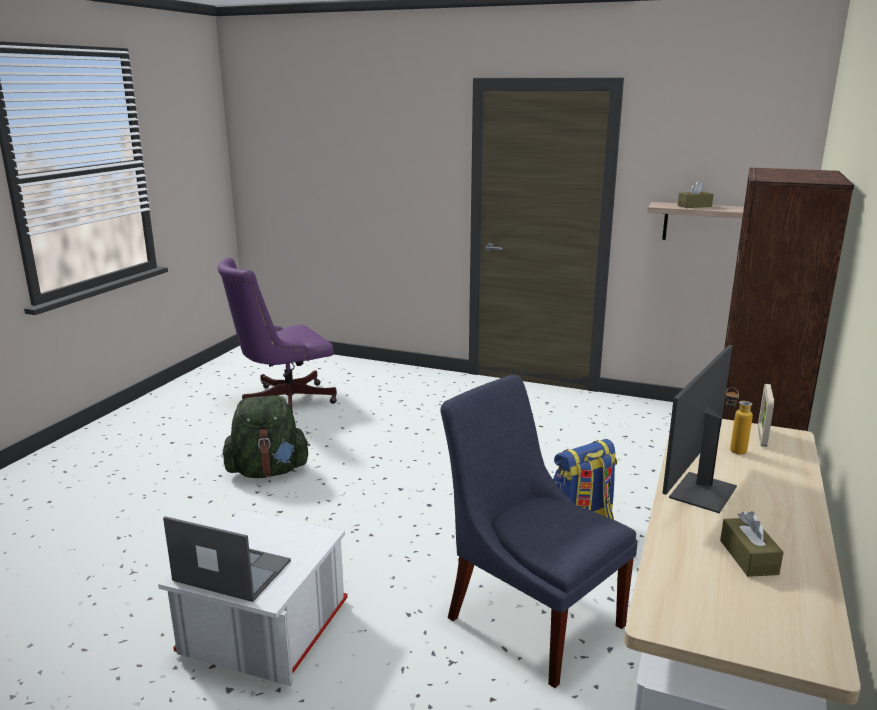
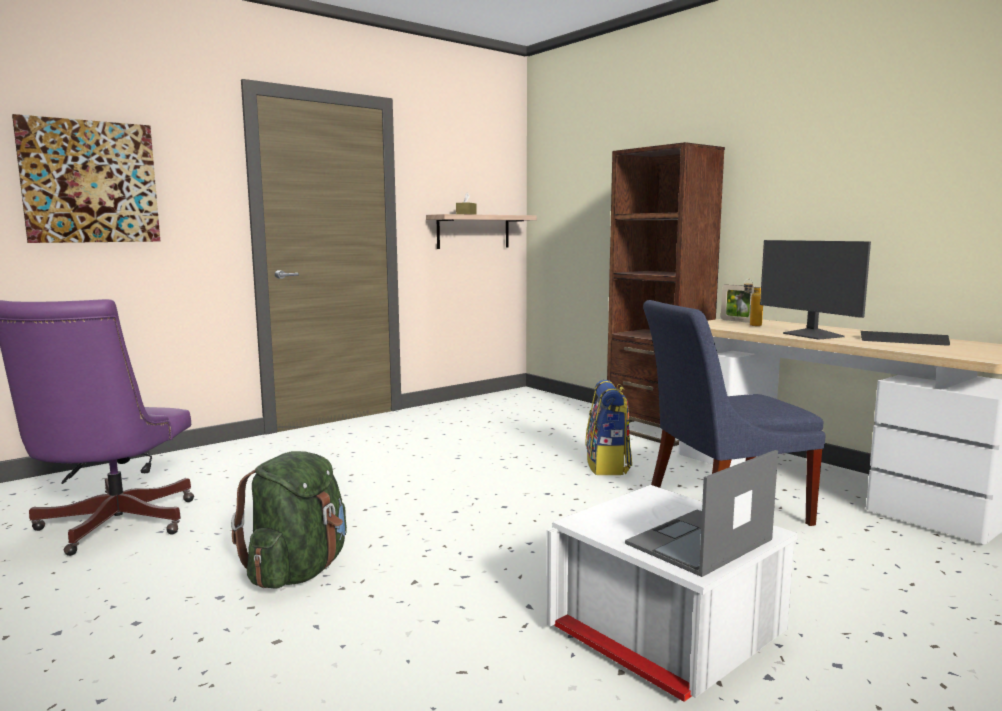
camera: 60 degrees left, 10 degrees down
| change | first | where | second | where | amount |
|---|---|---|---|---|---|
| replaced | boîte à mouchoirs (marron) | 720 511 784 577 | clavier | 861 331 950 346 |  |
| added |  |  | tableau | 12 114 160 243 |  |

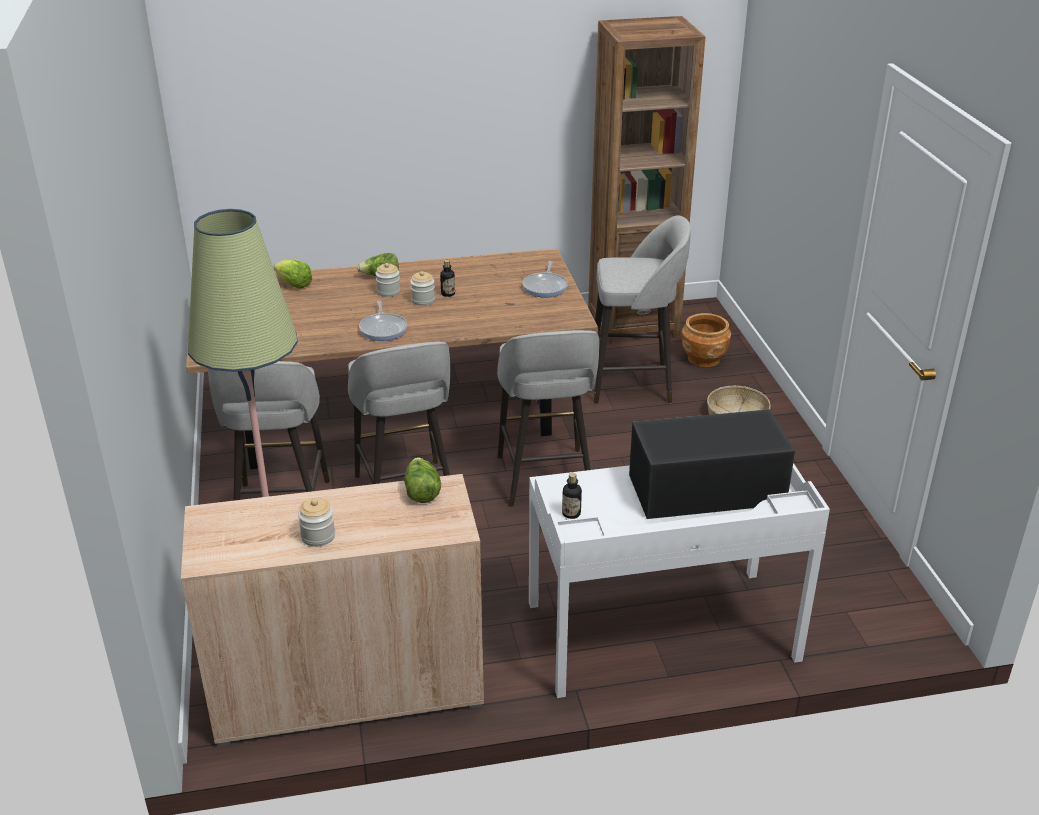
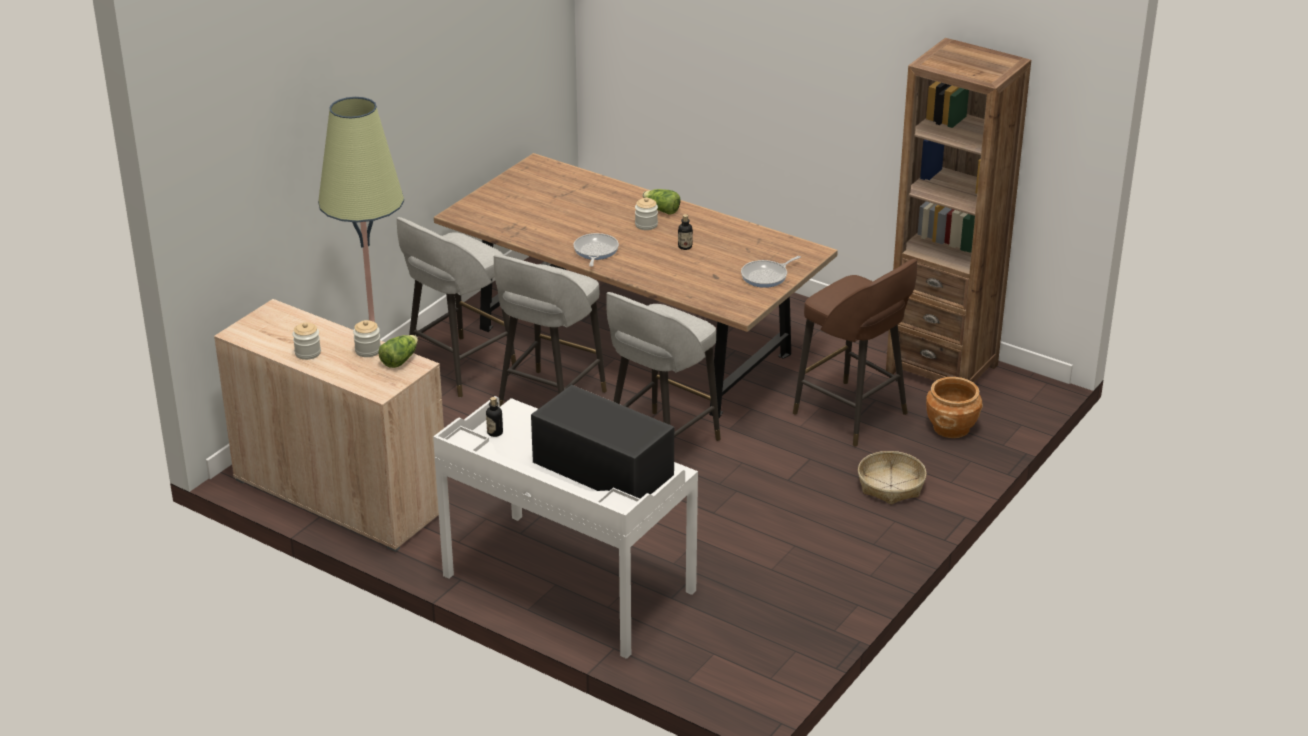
camera: 45 degrees right, 0 degrees up
| change | first | where | second | where | amount |
|---|---|---|---|---|---|
| removed | laitue | 273 260 312 289 |  |  |  |
| turned | poêle | 359 300 407 341 |  | 574 233 619 267 | 150 degrees clockwise |
| moved | bocal | 410 271 435 306 |  | 353 320 381 357 |  |
| recoloured | tabouret (gris) | 594 215 691 404 | tabouret (marron) | 793 259 917 447 |  |

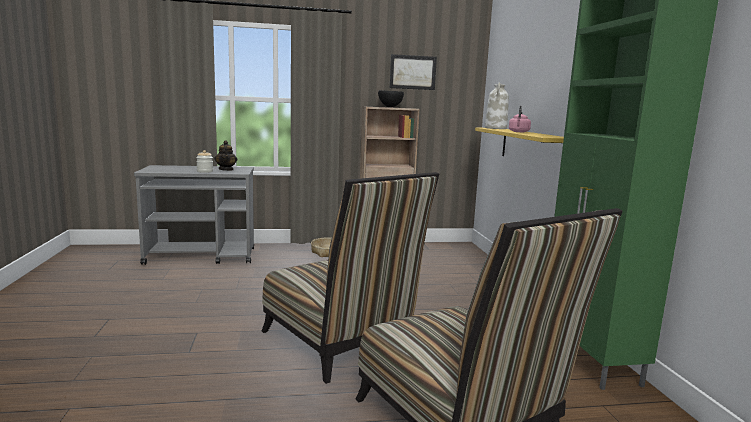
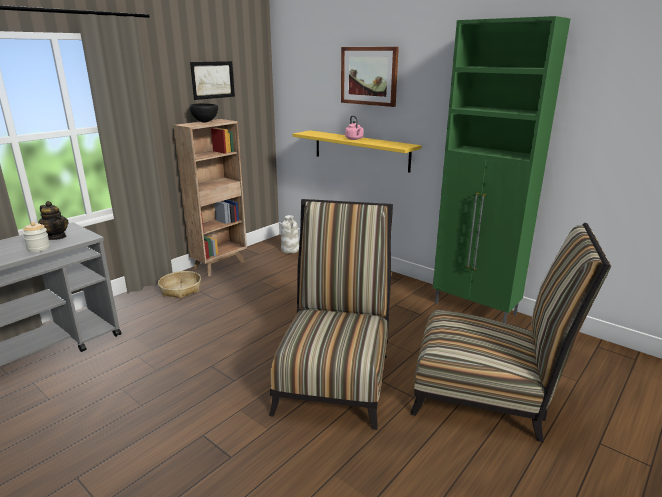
camera: 40 degrees left, 10 degrees up
| change | first | where | second | where | amount |
|---|---|---|---|---|---|
| turned | chaise | 262 172 439 384 |  | 269 199 393 430 | 90 degrees counterclockwise |
| moved | vase (blanc) | 485 82 509 129 |  | 281 215 299 253 |  |
| added |  |  | tableau | 341 47 399 107 |  |

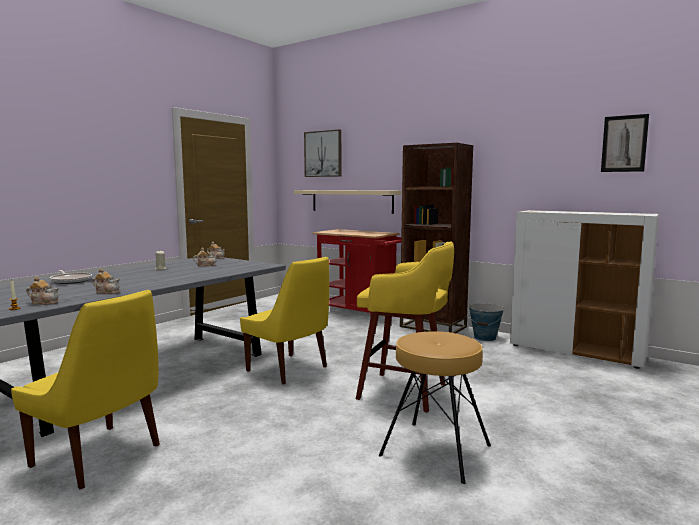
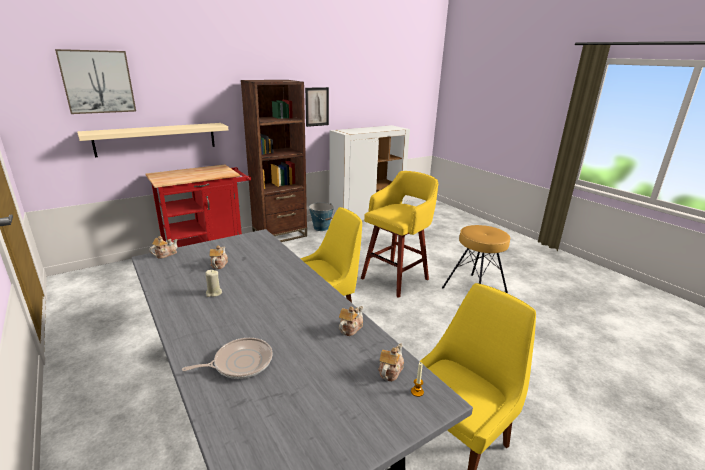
camera: 70 degrees left, 15 degrees up
| change | first | where | second | where | amount |
|---|---|---|---|---|---|
| moved | tableau | 601 114 649 172 |  | 305 87 329 127 |  |

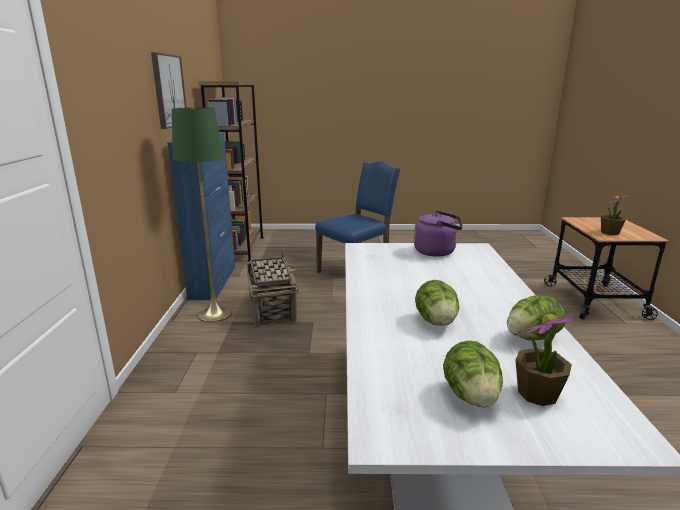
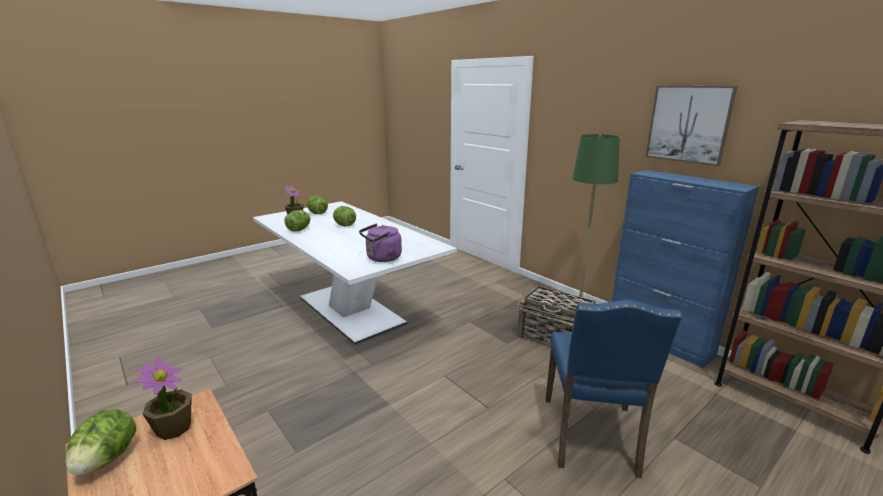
camera: 140 degrees right, 0 degrees up
| change | first | where | second | where | amount |
|---|---|---|---|---|---|
| added |  |  | laitue | 65 409 136 475 |  |

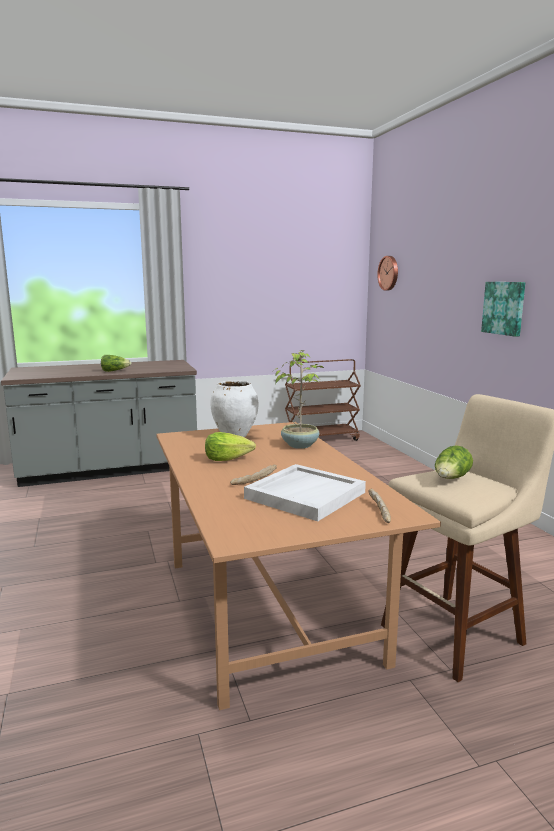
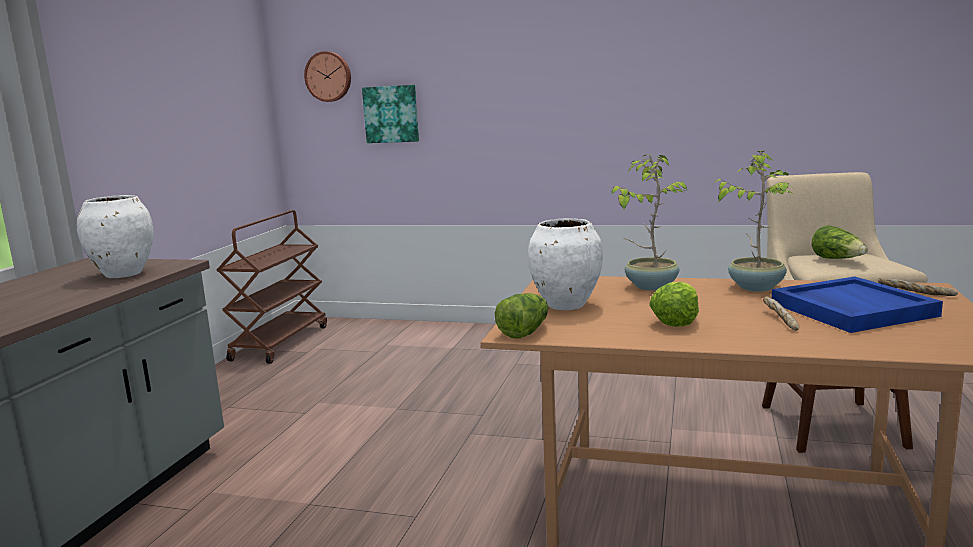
camera: 55 degrees left, 0 degrees up
| change | first | where | second | where | amount |
|---|---|---|---|---|---|
| moved | laitue | 101 355 131 372 |  | 495 293 548 339 |  |
| recoloured | plateau (blanc) | 244 464 366 521 | plateau (bleu) | 772 277 943 333 |  |
| moved | tableau | 481 282 525 337 |  | 362 85 419 143 |  |
| added |  |  | vase (blanc) | 77 195 153 278 |  |
| added |  |  | plante en pot | 713 151 795 292 |  |

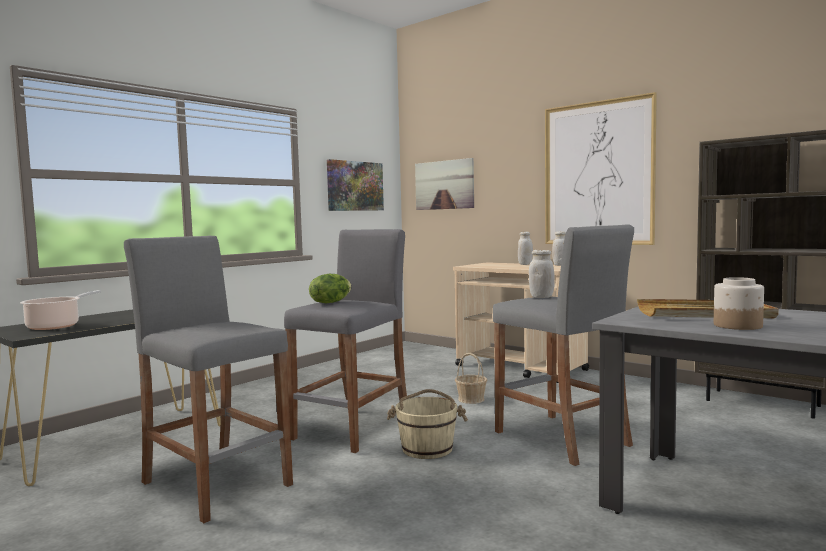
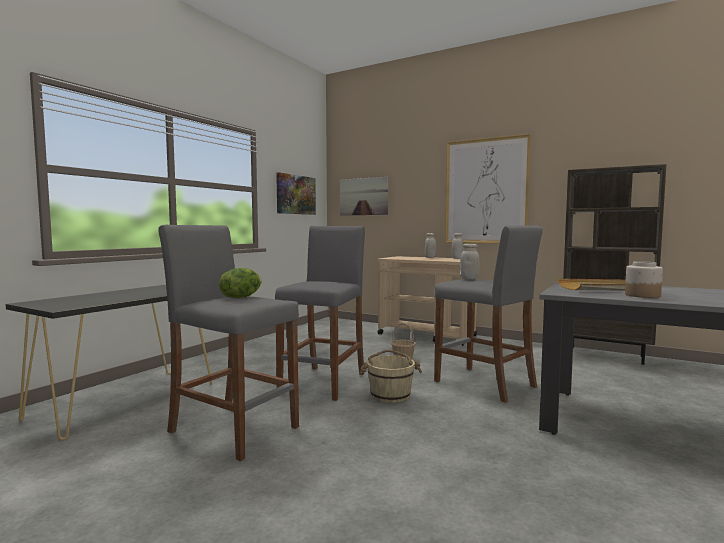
camera: 10 degrees left, 0 degrees up
| change | first | where | second | where | amount |
|---|---|---|---|---|---|
| removed | marmite | 20 290 101 330 |  |  |  |
| moved | laitue | 309 274 351 303 |  | 219 268 262 298 |  |

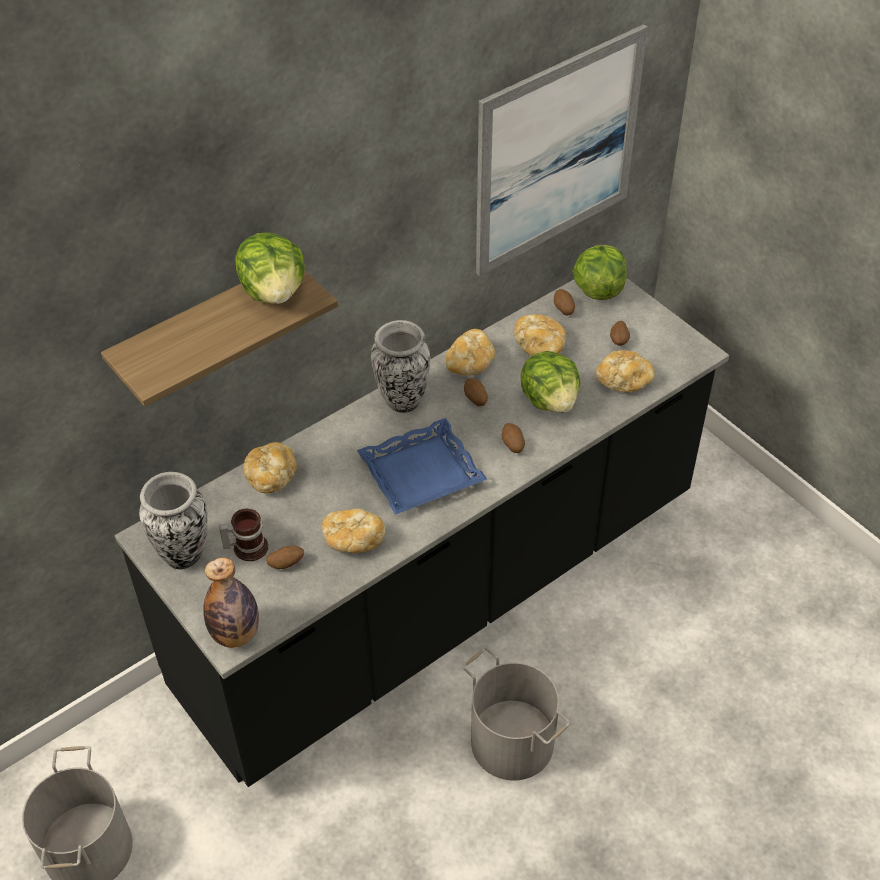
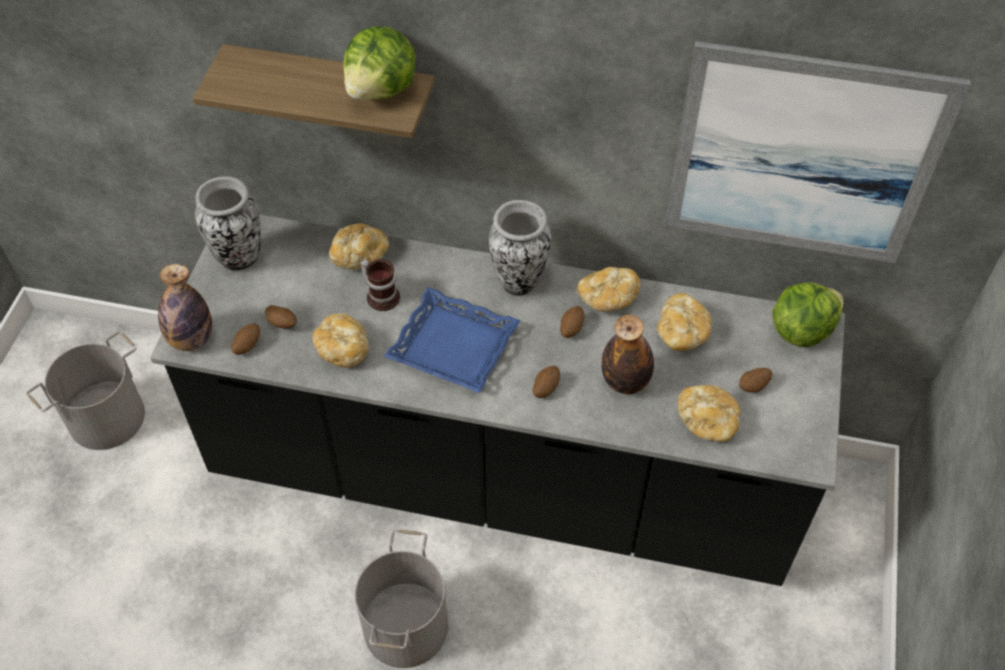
camera: 50 degrees right, 5 degrees up
| change | first | where | second | where | amount |
|---|---|---|---|---|---|
| moved | mug | 219 508 268 561 |  | 360 259 400 311 |  |
| replaced | laitue | 521 351 580 413 | bouteille | 602 315 654 394 |  |
| moved | pomme de terre | 554 289 575 315 |  | 231 323 260 355 |  |

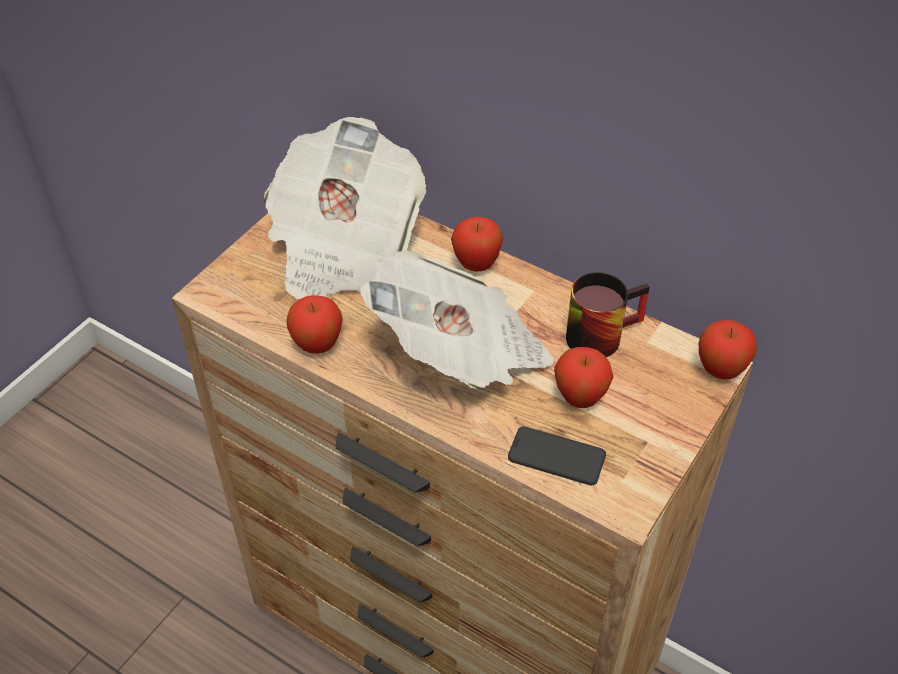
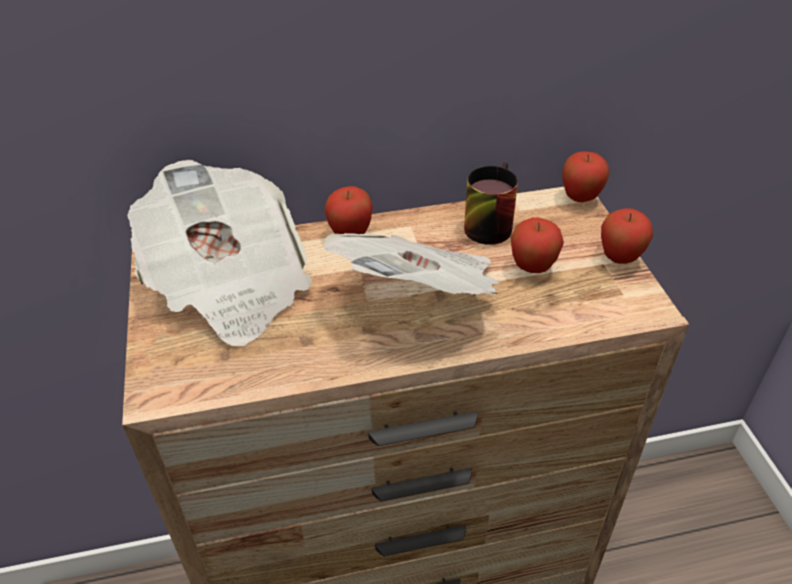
camera: 45 degrees left, 5 degrees down
| change | first | where | second | where | amount |
|---|---|---|---|---|---|
| moved | pomme | 286 295 343 354 |  | 601 208 653 264 |  |
| removed | téléphone | 508 426 606 485 |  |  |  |

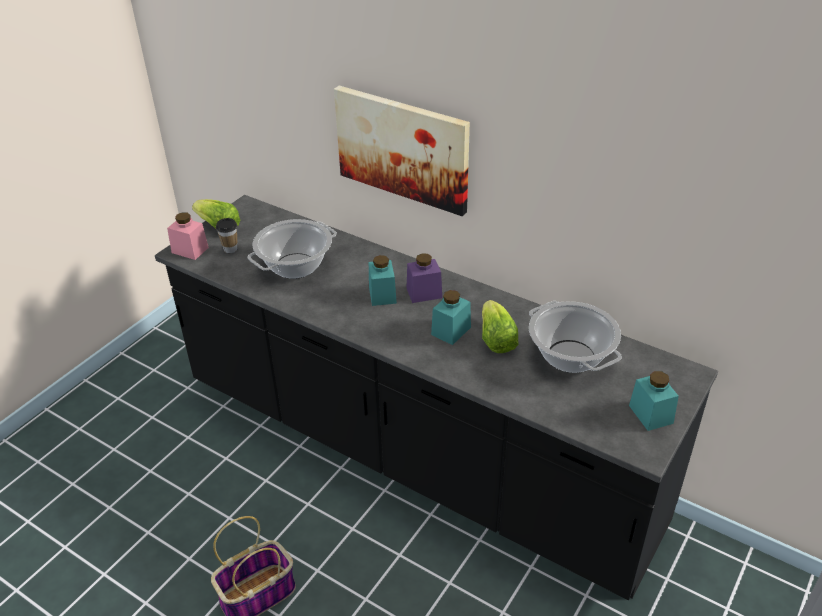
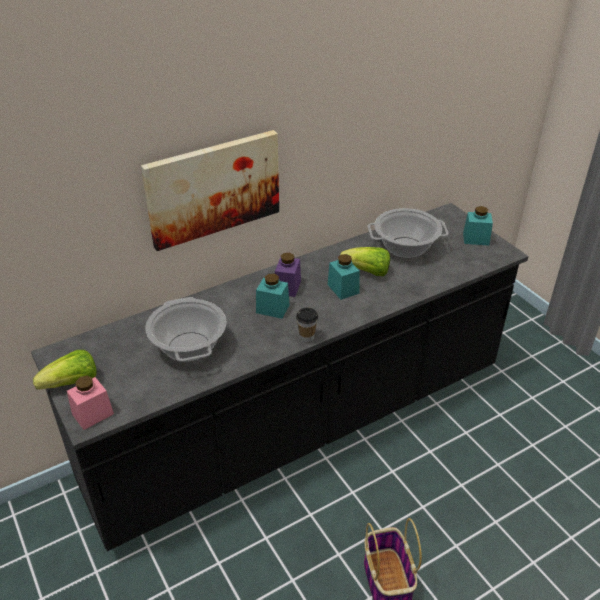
camera: 65 degrees left, 0 degrees up
| change | first | where | second | where | amount |
|---|---|---|---|---|---|
| moved | tasse | 216 218 237 253 |  | 296 307 318 343 |  |

